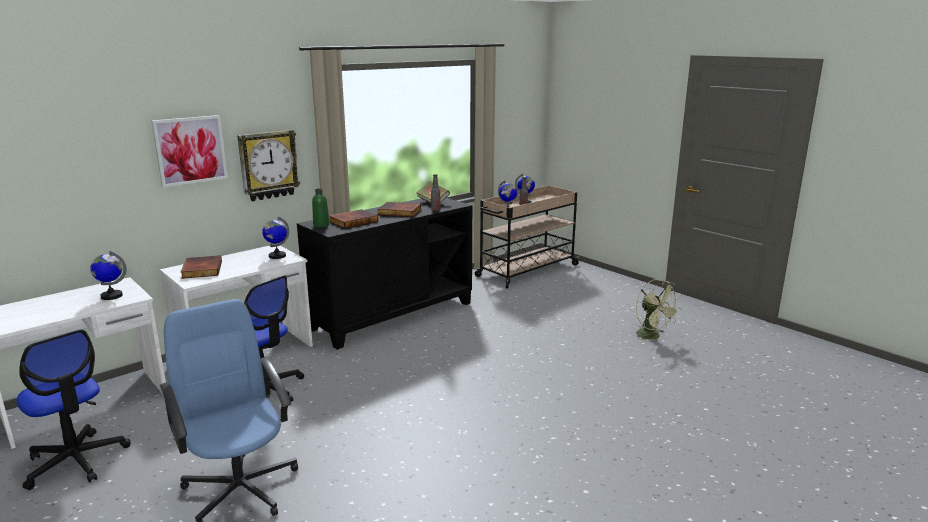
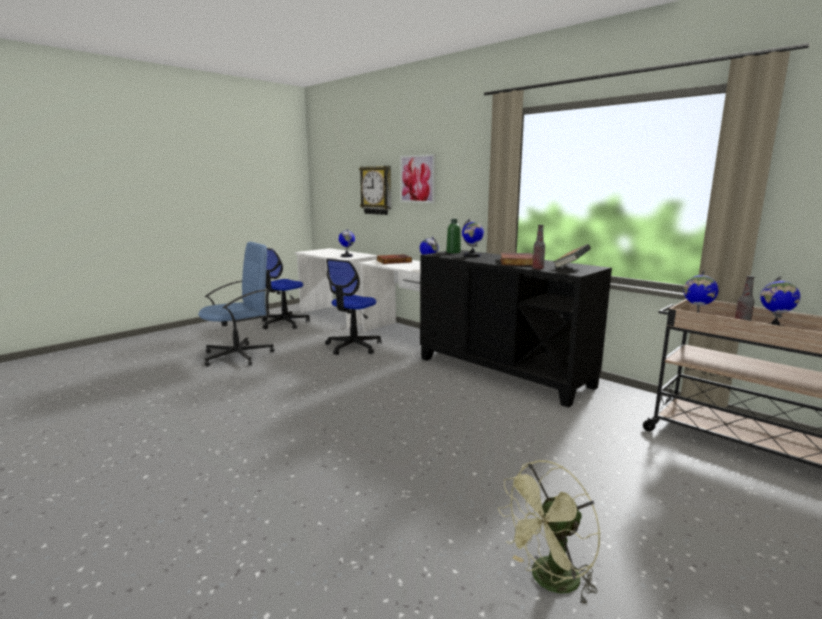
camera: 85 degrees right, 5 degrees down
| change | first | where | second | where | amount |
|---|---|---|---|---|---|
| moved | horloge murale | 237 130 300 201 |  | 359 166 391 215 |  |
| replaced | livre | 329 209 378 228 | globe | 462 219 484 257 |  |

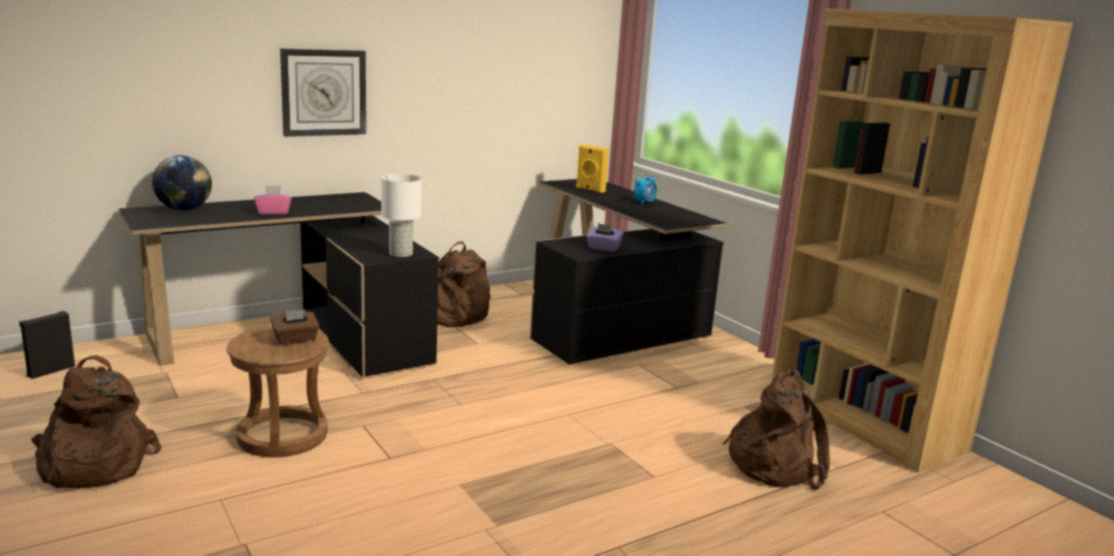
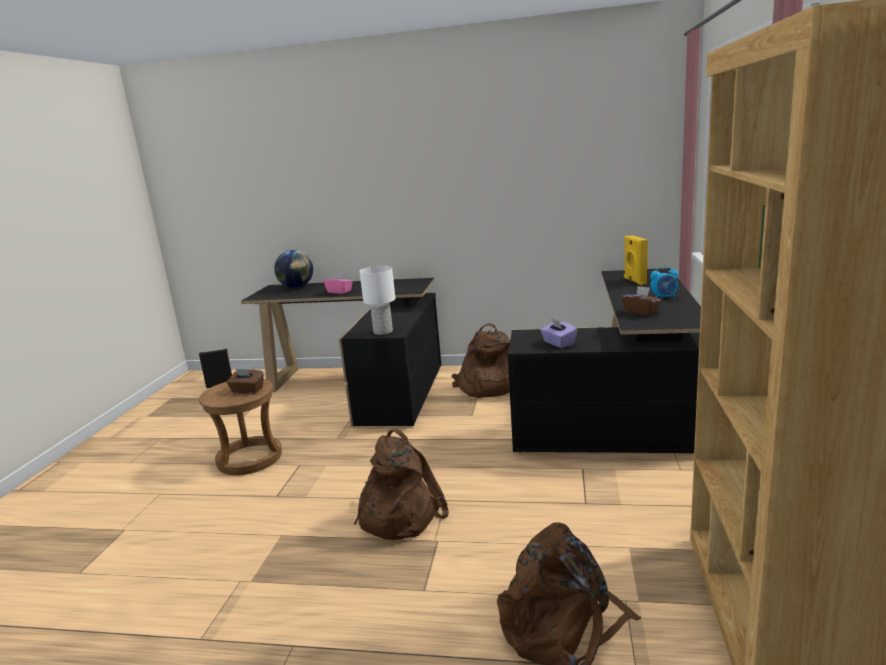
camera: 45 degrees right, 0 degrees up
| change | first | where | second | where | amount |
|---|---|---|---|---|---|
| moved | sac à dos (marron) | 31 355 162 488 |  | 354 429 449 540 |  |
| removed | horloge murale | 280 49 366 137 |  |  |  |
| added |  |  | boîte à mouchoirs (marron) | 622 286 661 316 |  |

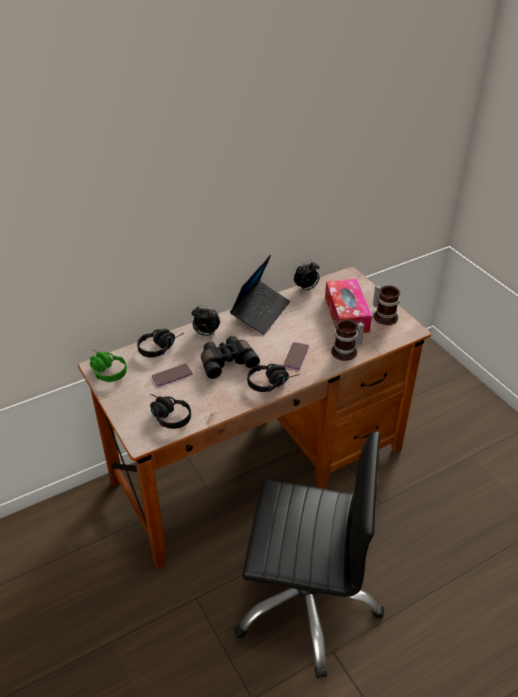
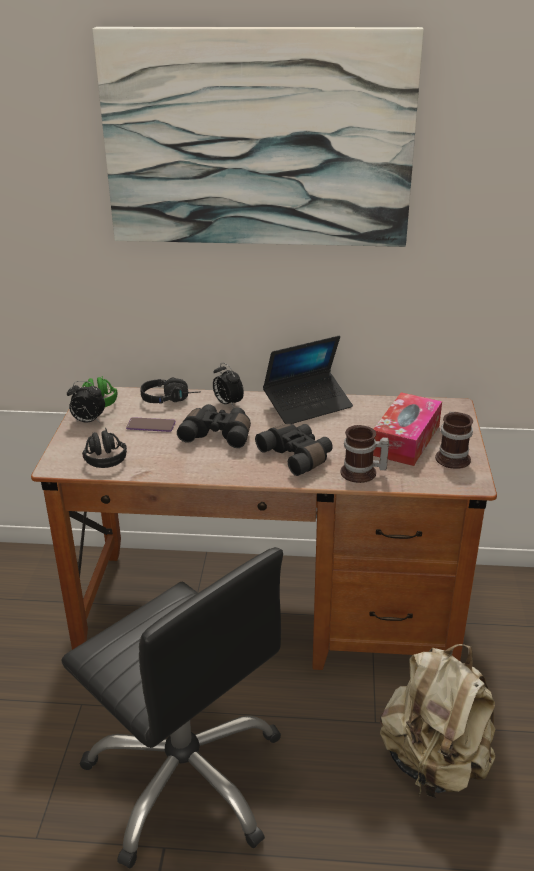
camera: 35 degrees right, 10 degrees down
| change | first | where | second | where | amount |
|---|---|---|---|---|---|
| removed | casque audio (noir) | 247 364 300 392 |  |  |  |
| replaced | téléphone | 283 342 309 369 | jumelles (noir) | 255 423 333 476 |  |
| moved | réveil | 294 260 320 291 |  | 67 381 105 423 |  |
| added |  |  | tableau | 93 27 424 247 |  |
| added |  |  | sac à dos (beige) | 380 644 496 798 |  |

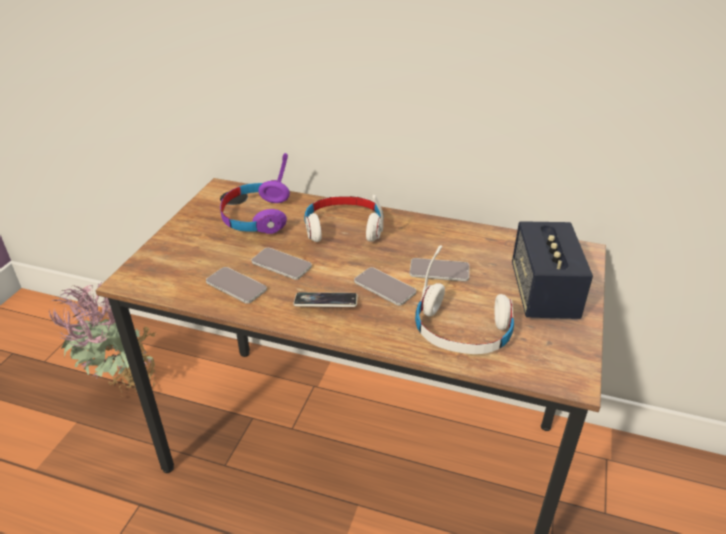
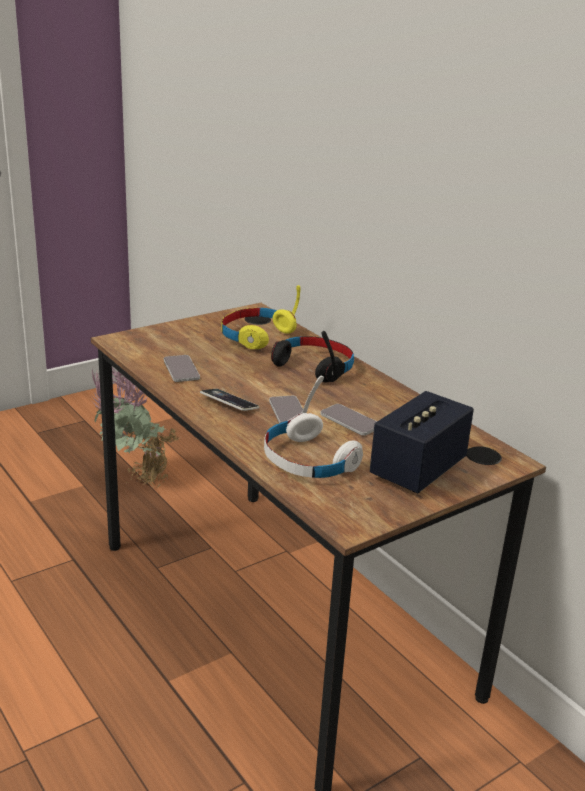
camera: 35 degrees right, 10 degrees down
| change | first | where | second | where | amount |
|---|---|---|---|---|---|
| recoloured | casque audio (violet) | 220 153 290 234 | casque audio (jaune) | 221 285 301 349 |  |
| removed | téléphone | 252 248 312 280 |  |  |  |
| recoloured | casque audio (blanc) | 304 195 384 242 | casque audio (noir) | 271 331 354 383 |  |

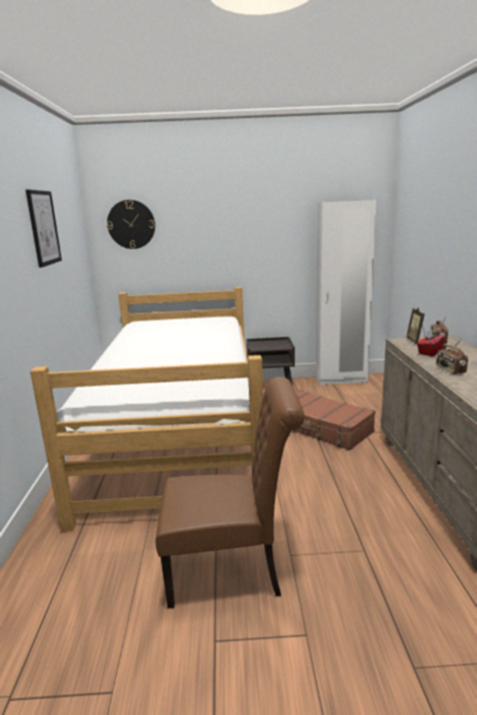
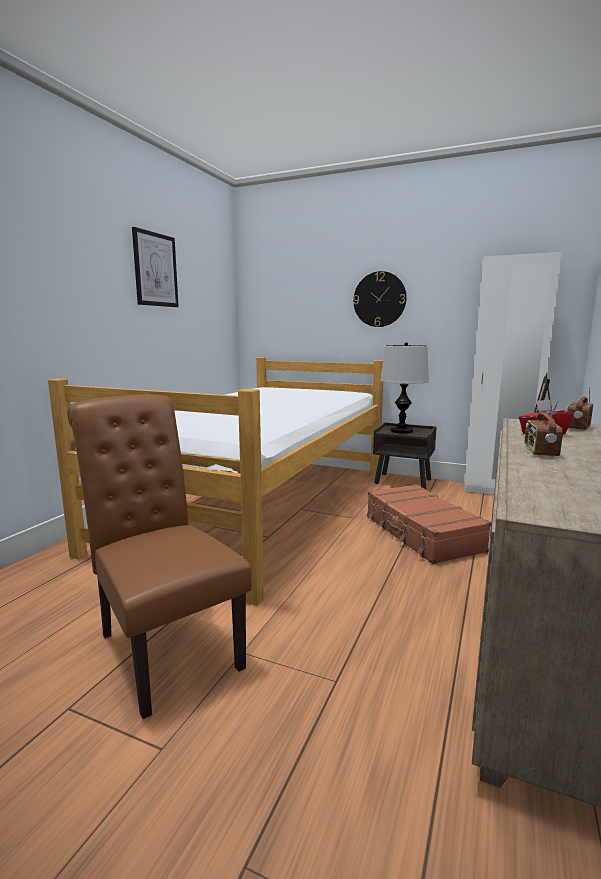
camera: 25 degrees right, 5 degrees down
| change | first | where | second | where | amount |
|---|---|---|---|---|---|
| moved | horloge murale | 107 200 155 249 |  | 353 271 407 327 |  |
| turned | chaise (marron) | 156 377 304 609 |  | 67 395 252 719 | 150 degrees counterclockwise |
| added |  |  | lampe de table | 380 342 429 434 |  |

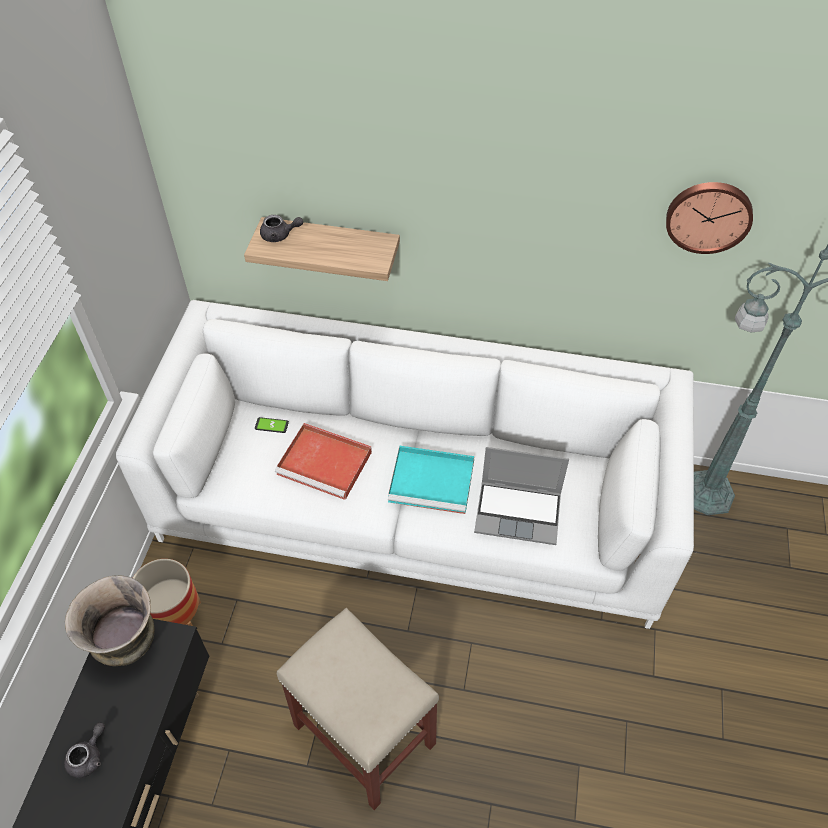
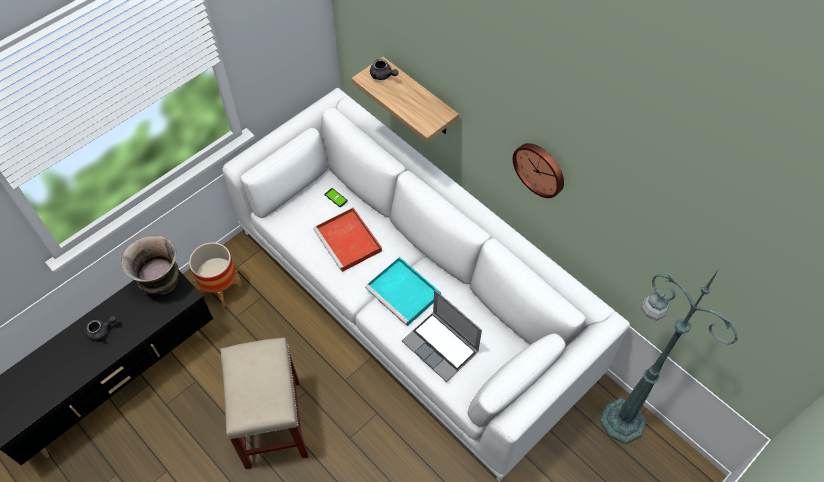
camera: 35 degrees right, 5 degrees up
| change | first | where | second | where | amount |
|---|---|---|---|---|---|
| moved | horloge murale | 666 182 753 254 |  | 513 143 564 198 |  |

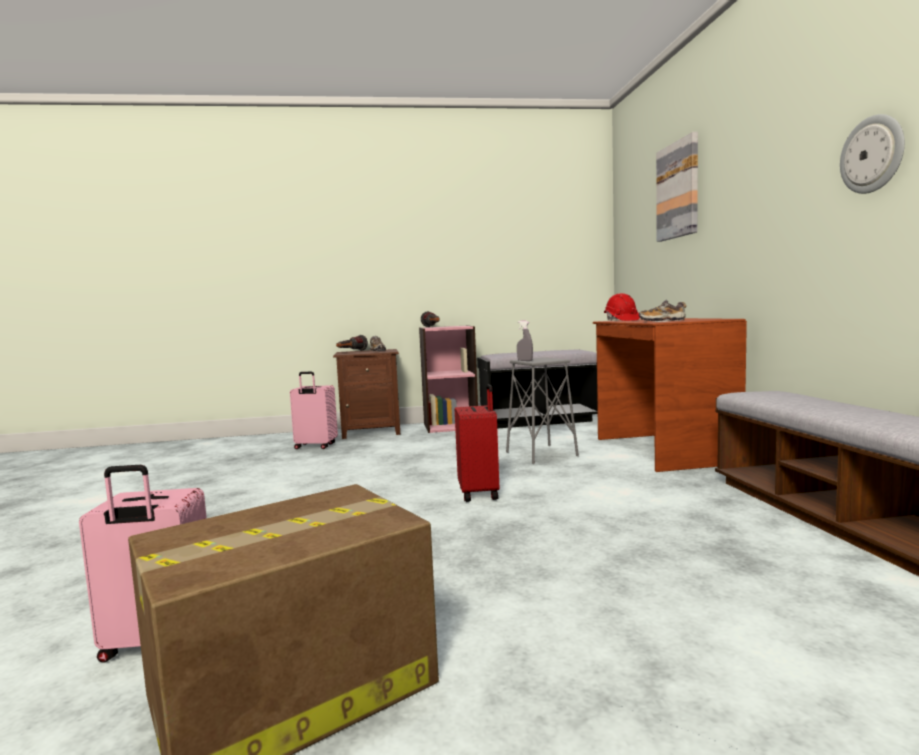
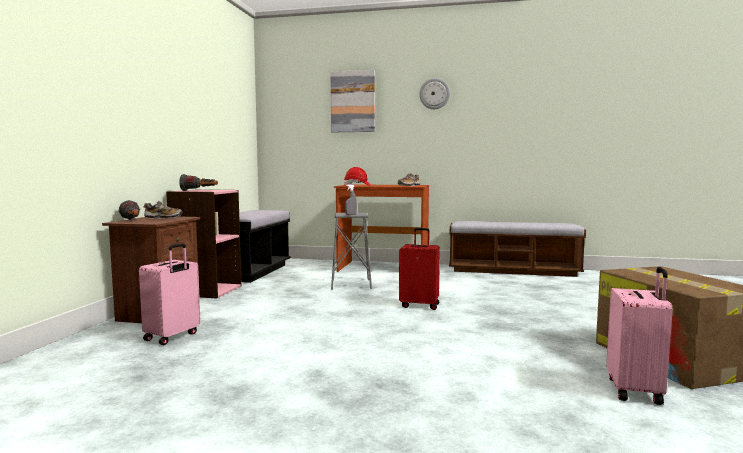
camera: 70 degrees left, 0 degrees up
| change | first | where | second | where | amount |
|---|---|---|---|---|---|
| moved | horloge murale | 840 114 905 194 |  | 419 78 450 109 |  |

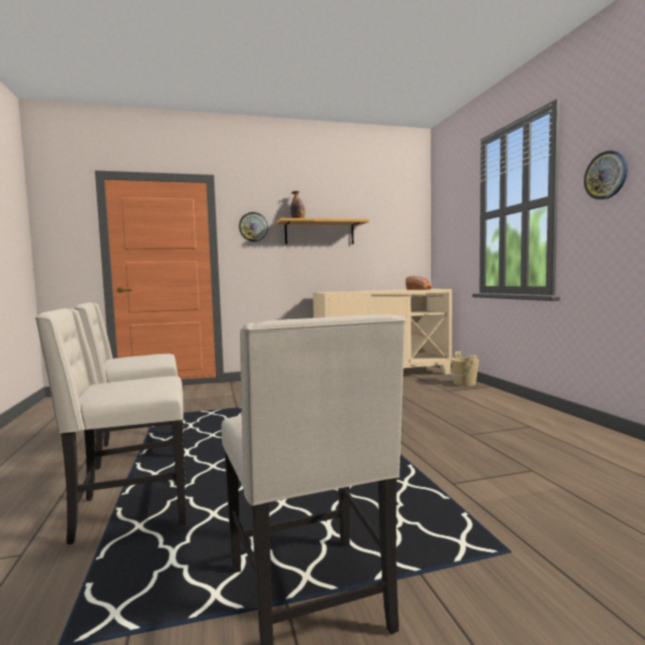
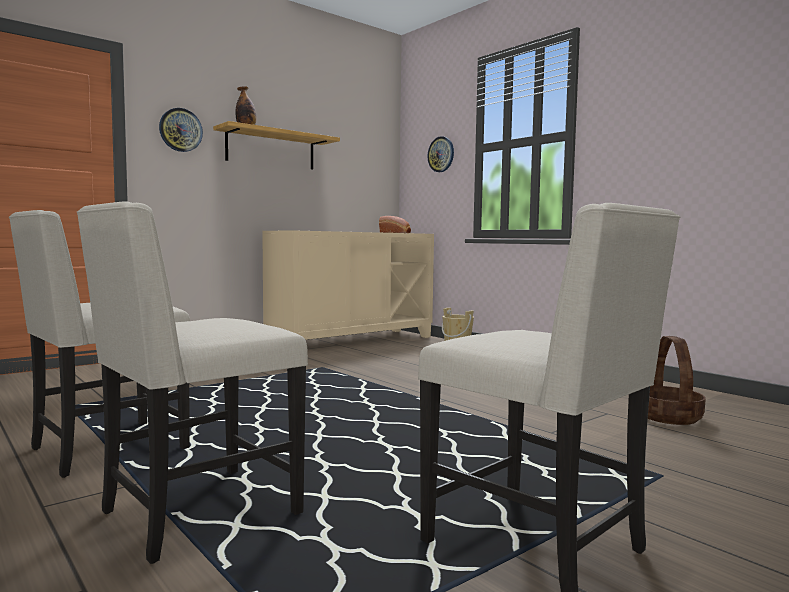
camera: 25 degrees left, 0 degrees up
| change | first | where | second | where | amount |
|---|---|---|---|---|---|
| moved | horloge murale | 584 151 628 200 |  | 428 136 454 172 |  |
| added |  |  | panier | 648 336 706 425 |  |

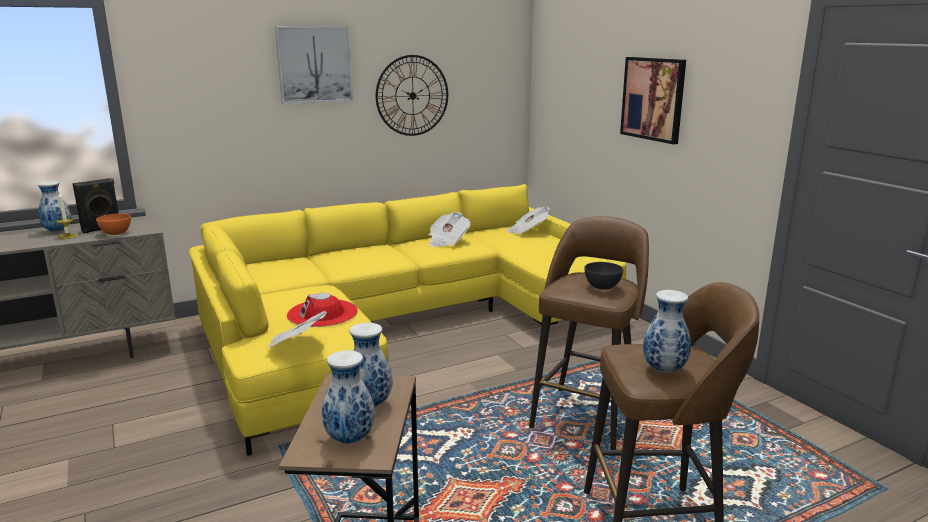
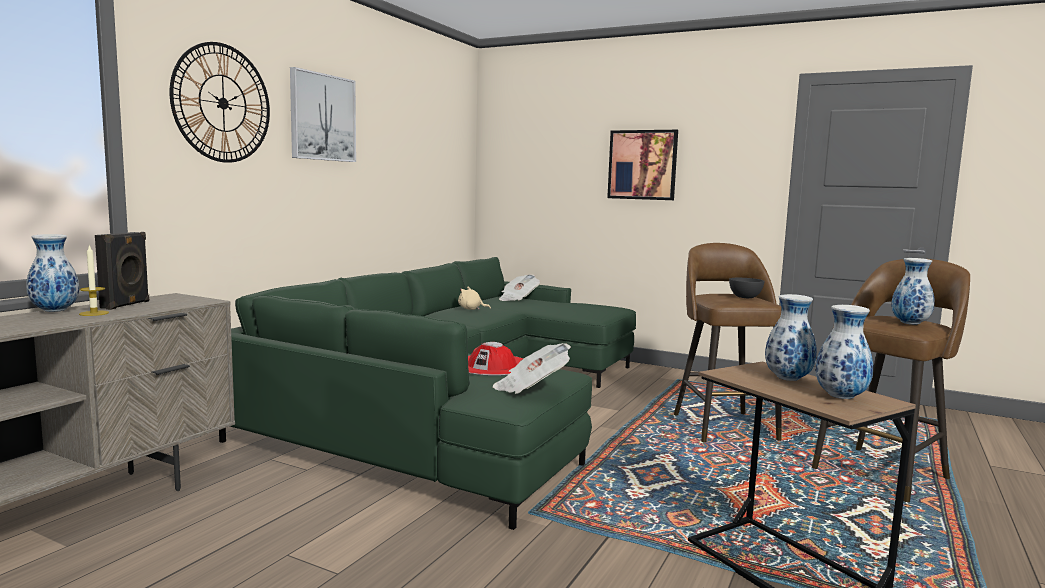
camera: 35 degrees left, 10 degrees down
| change | first | where | second | where | amount |
|---|---|---|---|---|---|
| removed | bol (orange) | 96 214 131 235 |  |  |  |
| recoloured | canapé (jaune) | 189 184 626 456 | canapé (vert) | 219 257 636 530 |  |
| moved | horloge murale | 376 55 448 136 |  | 170 42 270 163 |  |
| replaced | journal | 428 212 470 247 | peluche (beige) | 458 286 491 310 |  |

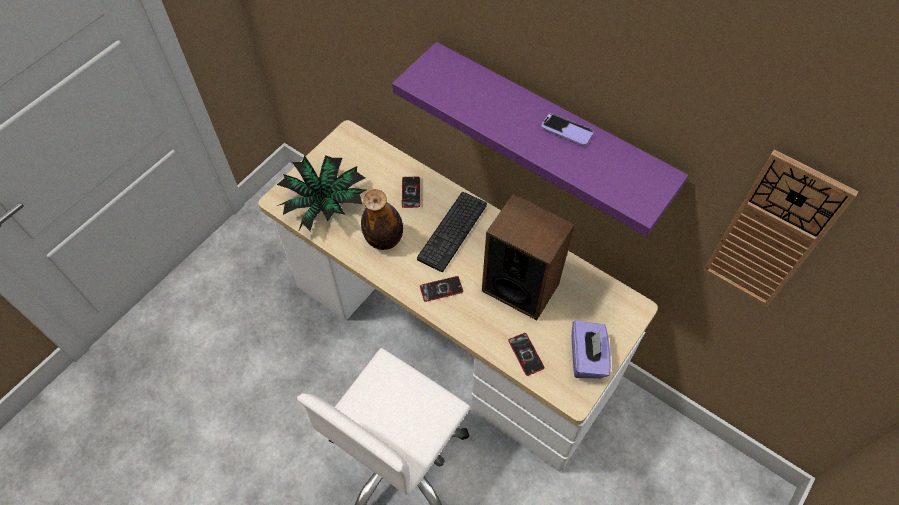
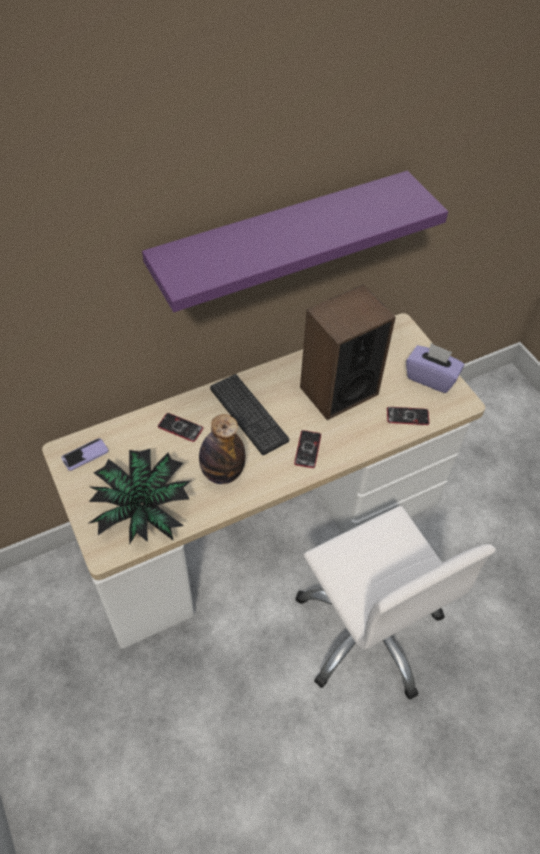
camera: 65 degrees left, 5 degrees down
| change | first | where | second | where | amount |
|---|---|---|---|---|---|
| moved | téléphone | 541 113 594 146 |  | 61 438 109 471 |  |
| removed | horloge murale | 703 150 858 307 |  |  |  |

